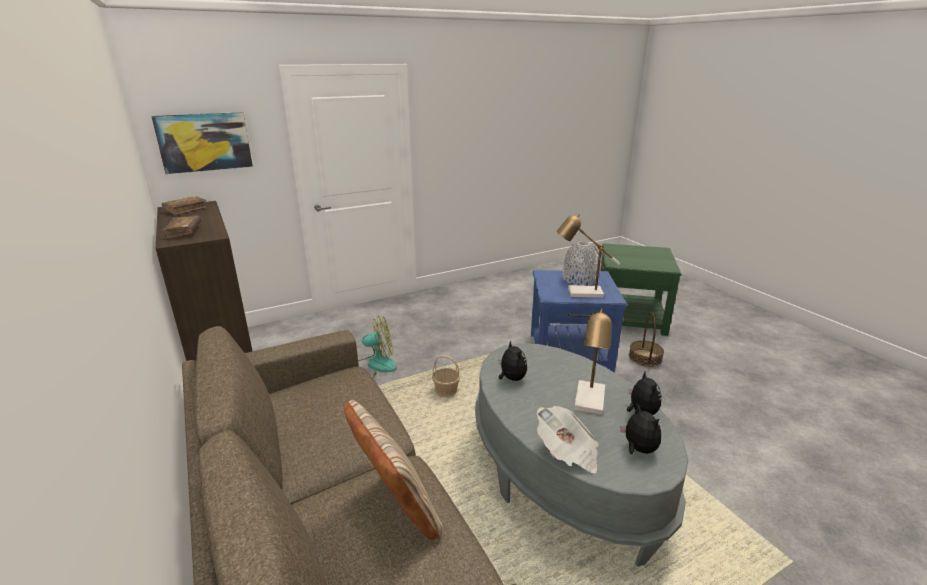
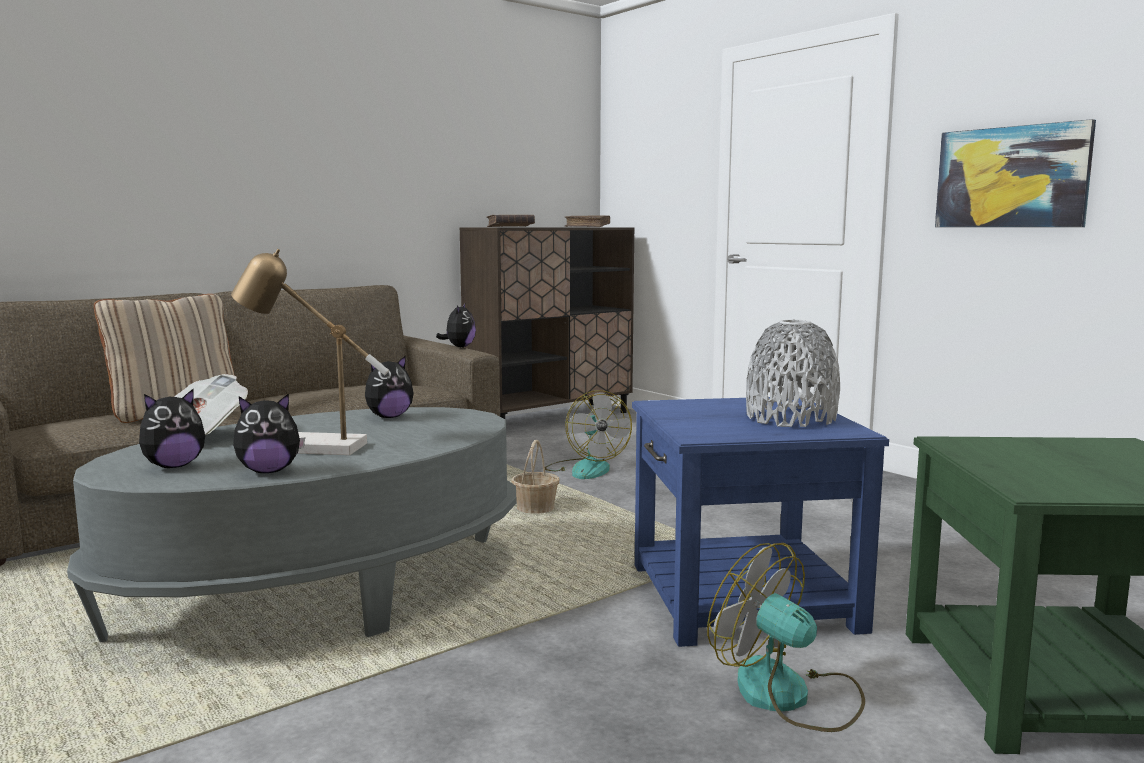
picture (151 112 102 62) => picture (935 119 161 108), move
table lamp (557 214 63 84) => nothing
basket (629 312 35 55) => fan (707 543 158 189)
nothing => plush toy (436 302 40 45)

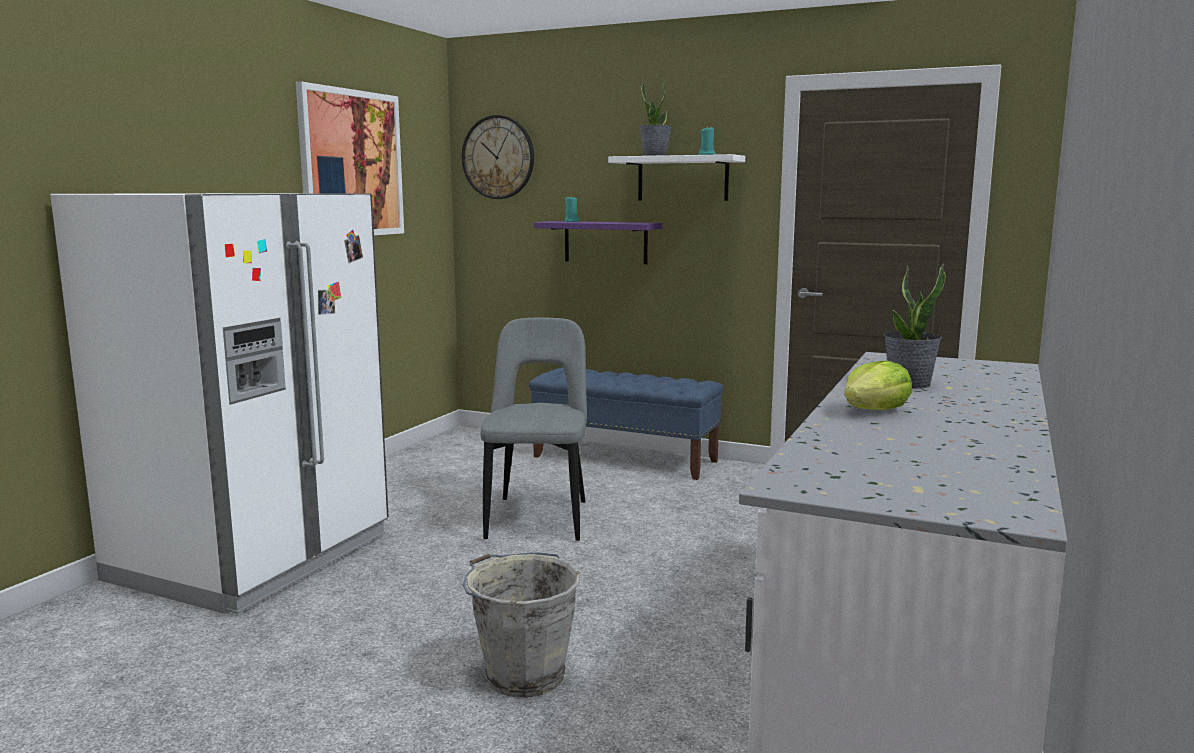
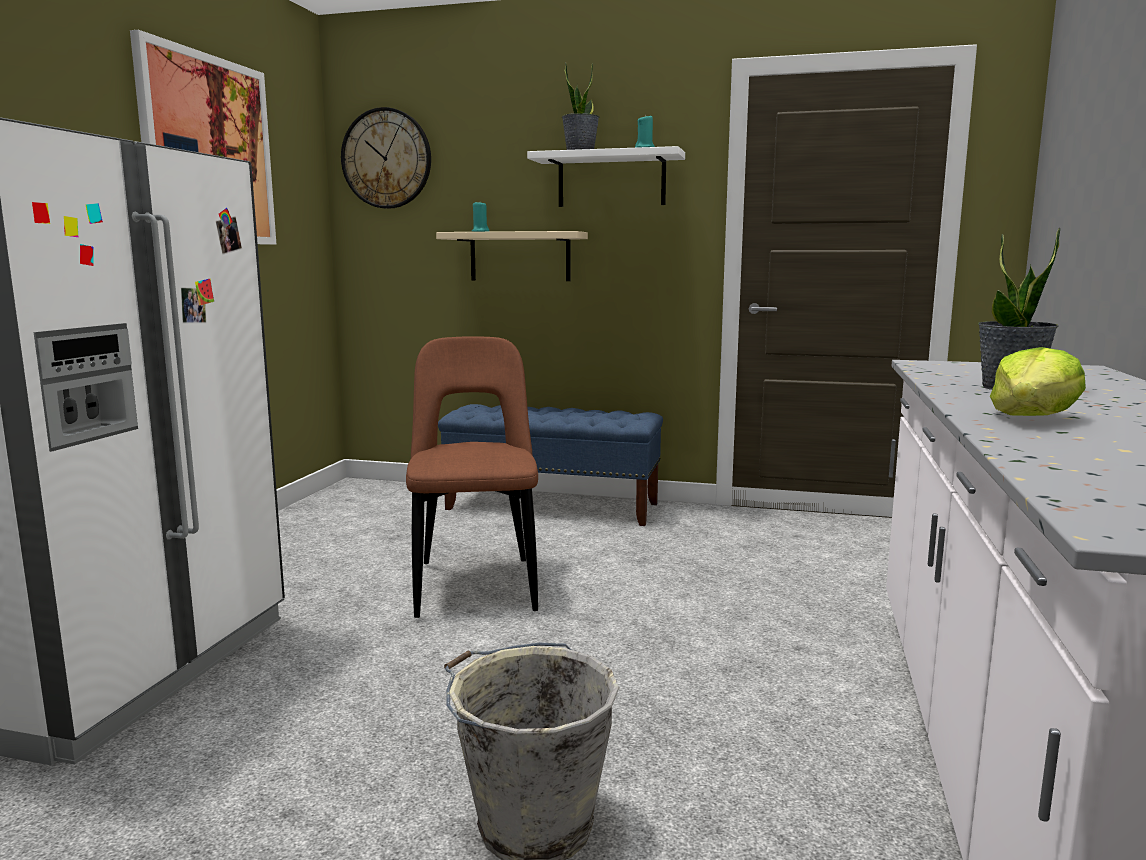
purple shelf (534 221 128 43) => beige shelf (436 231 152 50)
grey chair (480 317 107 224) => brown chair (406 336 132 282)

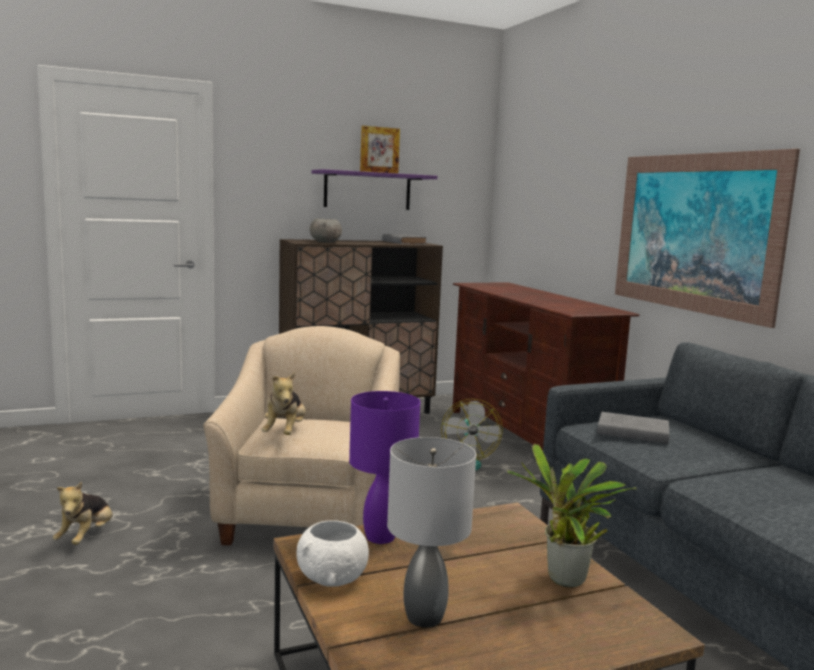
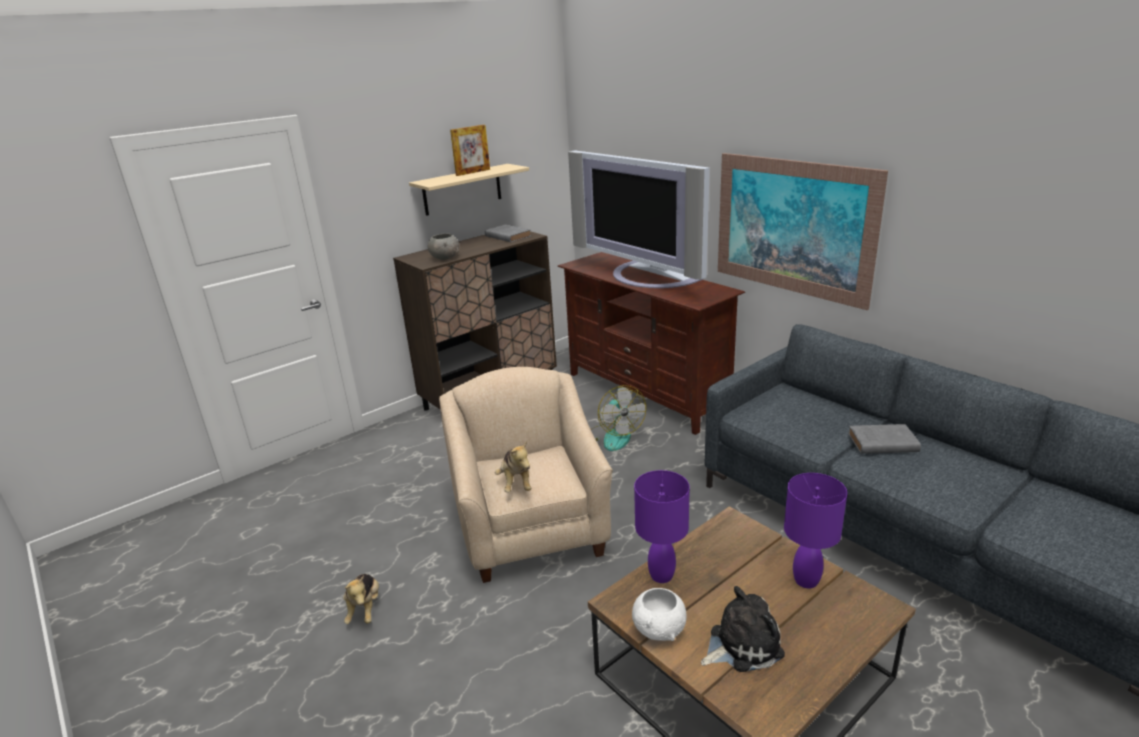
purple shelf (311 169 127 41) => beige shelf (409 164 120 52)
grey book (597 412 72 32) => grey book (848 424 73 30), move
grey table lamp (387 437 89 191) => plush toy (701 586 84 86)
potted plant (507 444 130 144) => purple table lamp (784 473 63 115)
nothing => television (568 150 142 138)

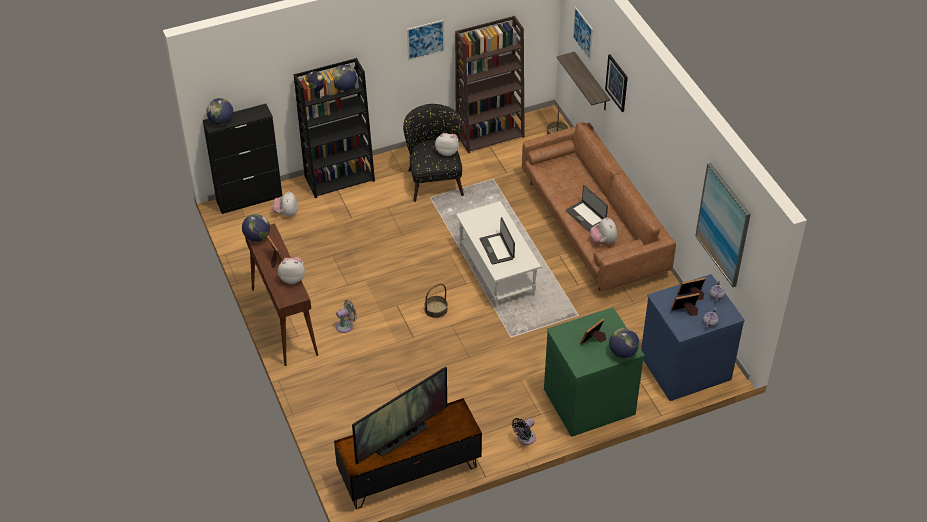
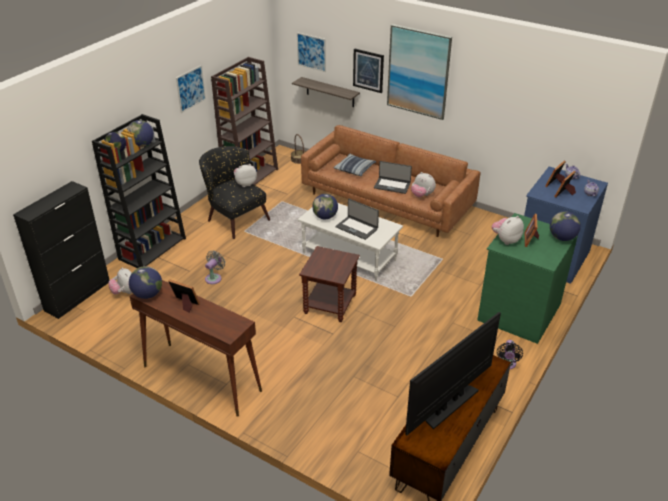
globe (206 98 27 27) => globe (312 194 26 25), move
picture (695 163 56 124) => picture (387 24 65 96), move
plush toy (278 257 27 27) => plush toy (492 216 32 29), move
basket (424 284 24 34) => brown side table (299 246 61 76)
grey fan (336 300 21 33) => grey fan (205 250 20 34), move
television (352 366 95 98) => television (405 312 96 123), 150 degrees counterclockwise
nothing => pillow (333 153 43 23)

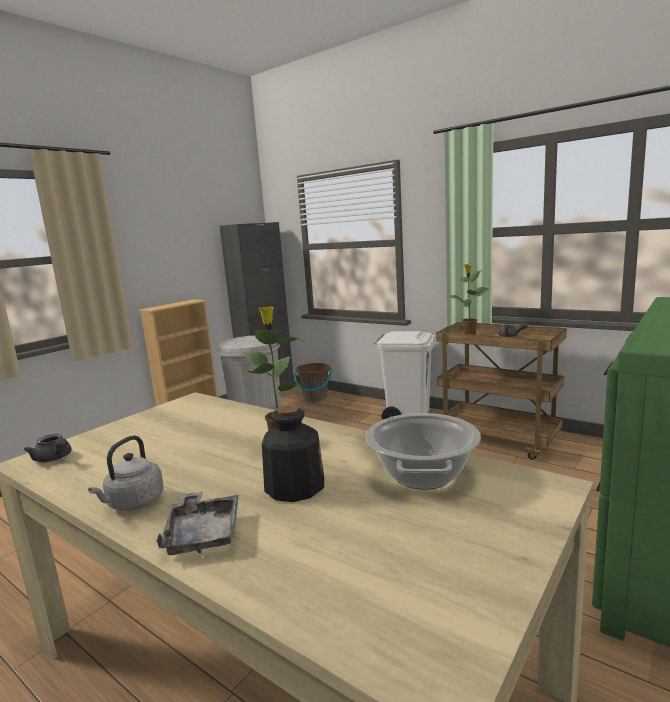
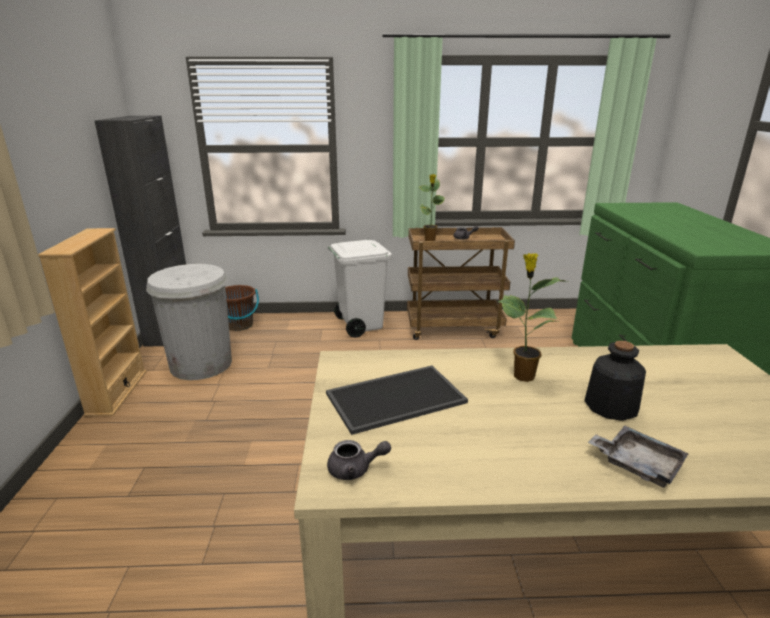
cooking pot (366 413 115 77) => nothing
grey kettle (88 435 76 76) => nothing
nothing => tray (326 366 142 69)

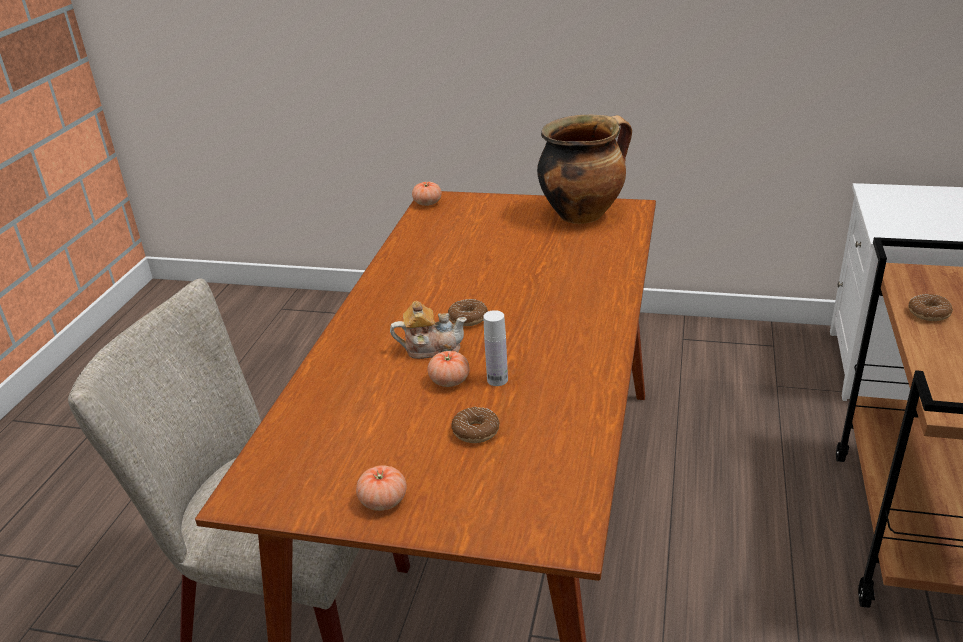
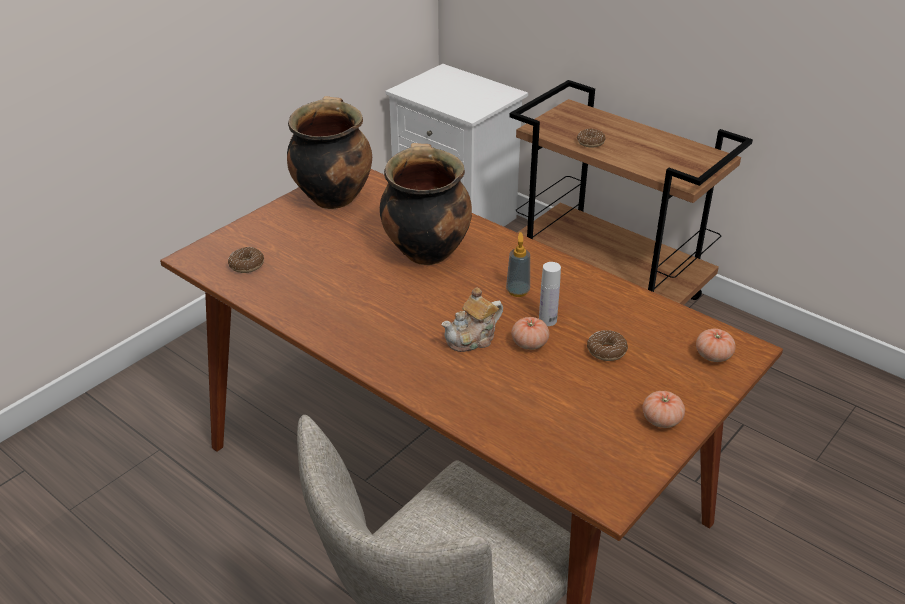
tomato (412 182 30 24) => tomato (696 328 40 34), move
donut (448 299 40 27) => donut (228 247 36 26), move
teapot (390 301 77 58) => teapot (442 287 61 65), 150 degrees counterclockwise
nothing => cooking pot (380 143 92 122)
nothing => soap dispenser (506 232 24 65)

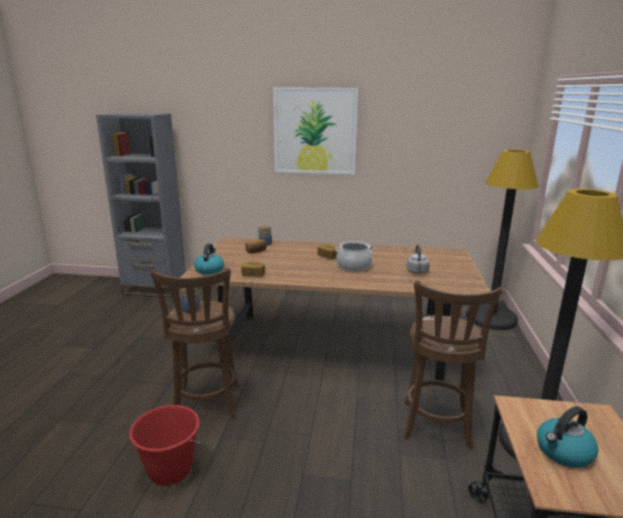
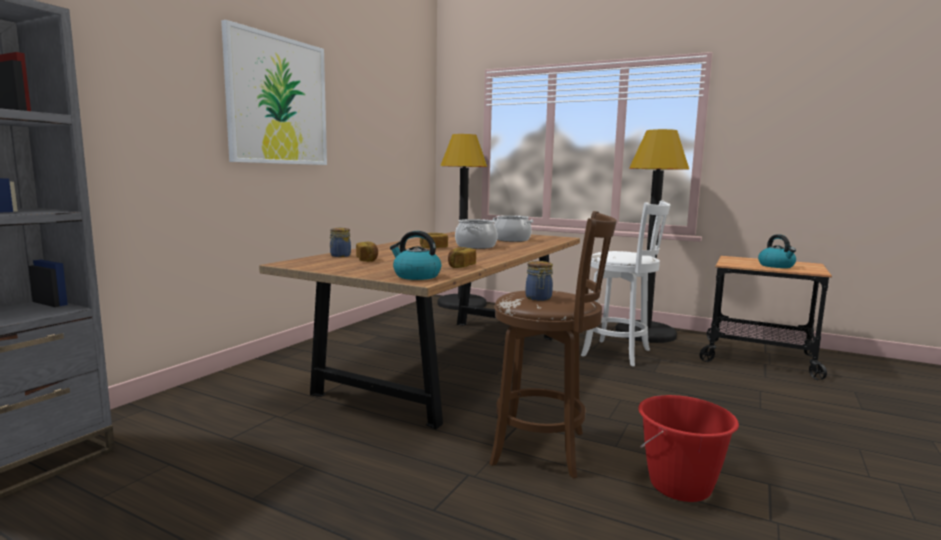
grey kettle (407 244 23 30) => cooking pot (492 215 41 27)
brown stool (403 280 99 169) => white stool (581 200 89 167)

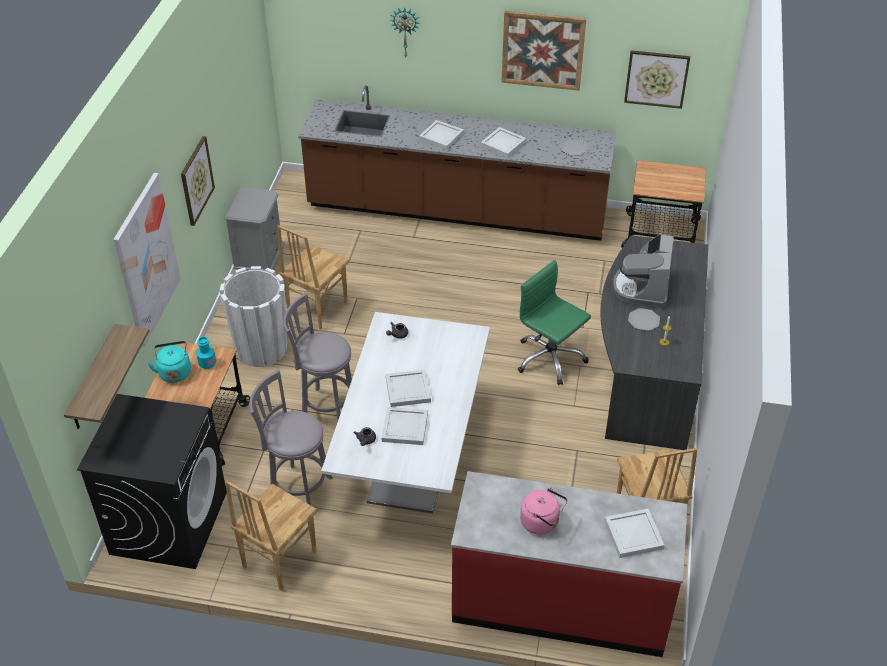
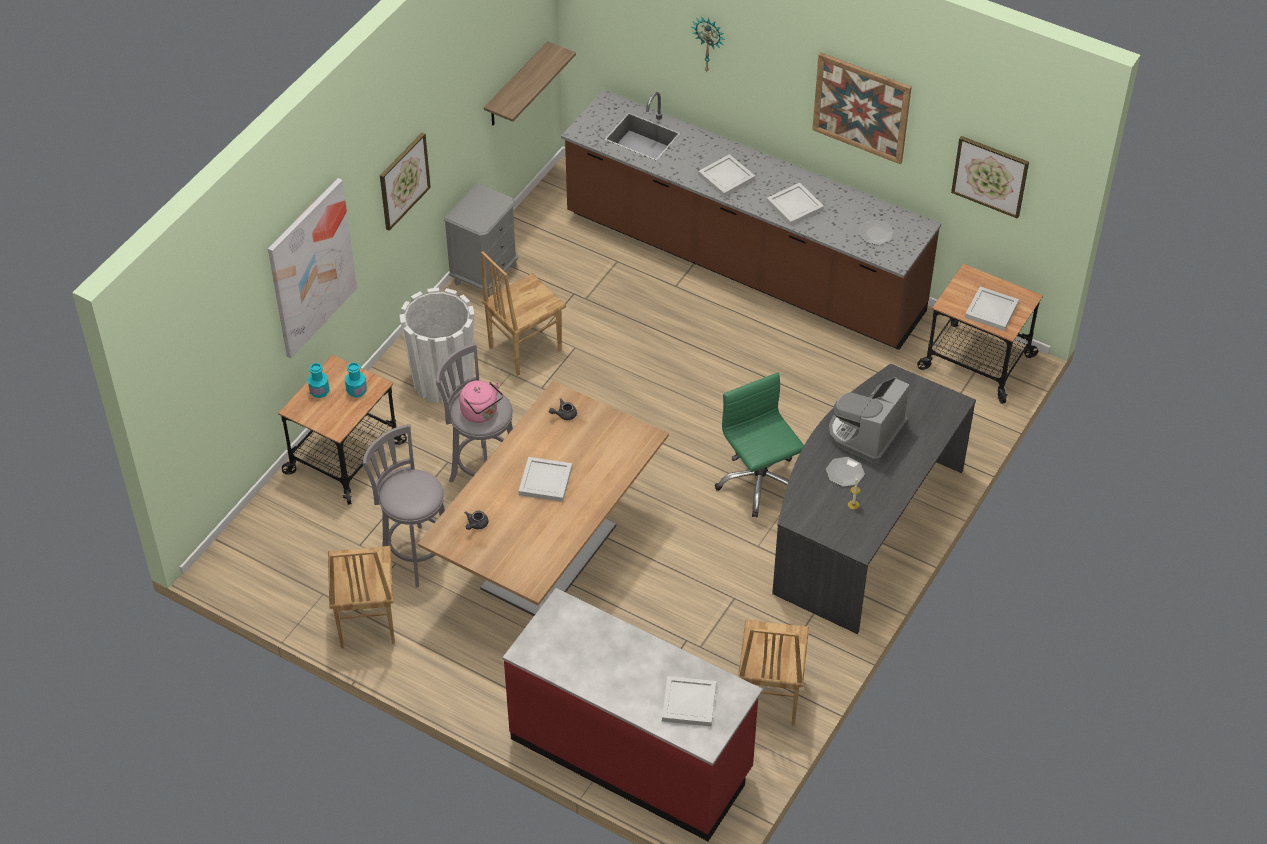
white dining table (321 312 169 201) => brown dining table (418 381 251 235)
shelf (64 324 85 105) => shelf (484 41 92 84), move
turquoise kettle (148 341 43 42) => turquoise bottle (308 363 22 35)
black washing machine (77 394 150 175) => nothing
white tray (382 407 46 38) => white tray (965 287 54 44), move
brown chair (225 480 92 111) => brown chair (328 546 67 102), 60 degrees counterclockwise
pink kettle (520 487 47 48) => pink kettle (459 380 44 43), move

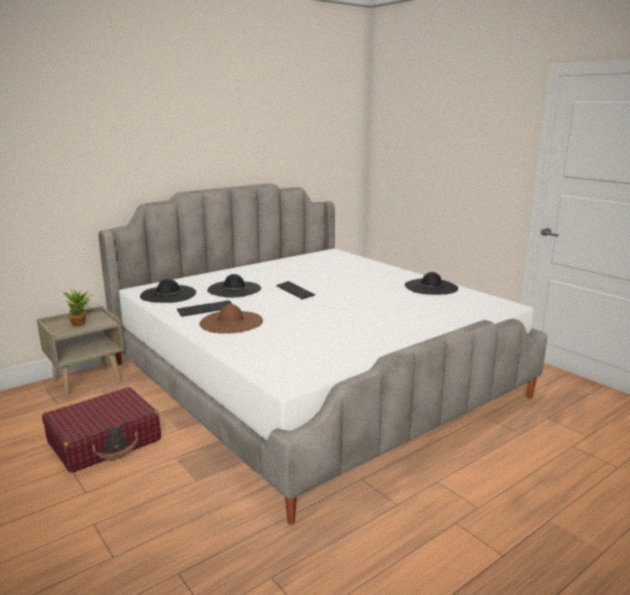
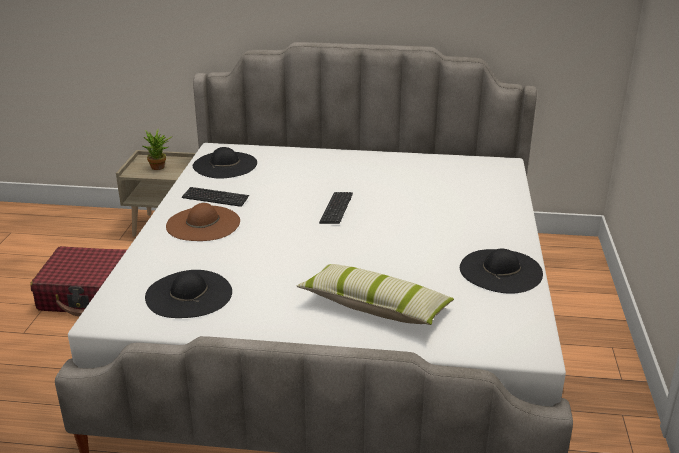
black hat (207 274 54 24) => black hat (145 270 87 48), move
nothing => pillow (296 264 158 61)

